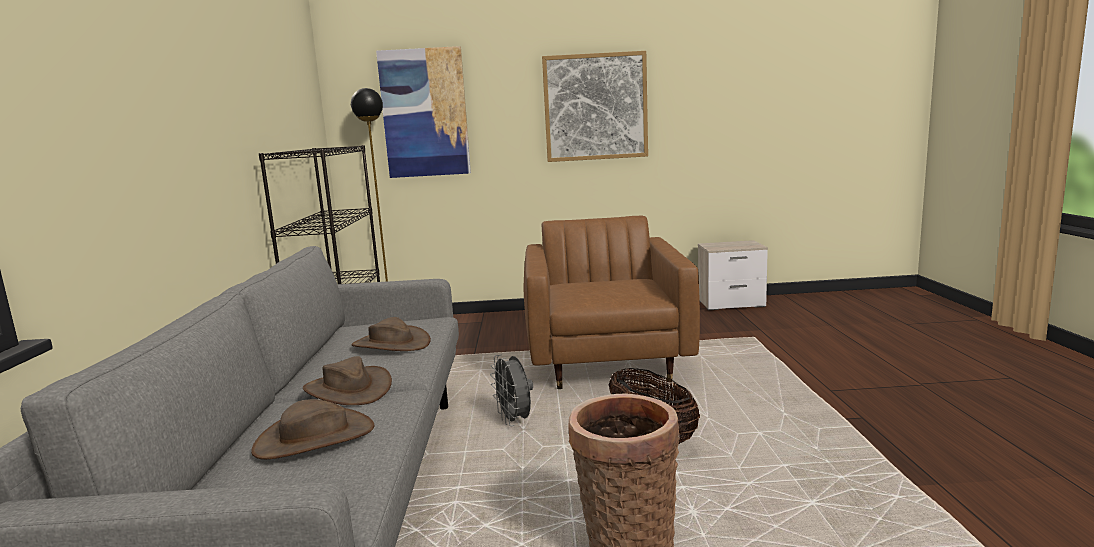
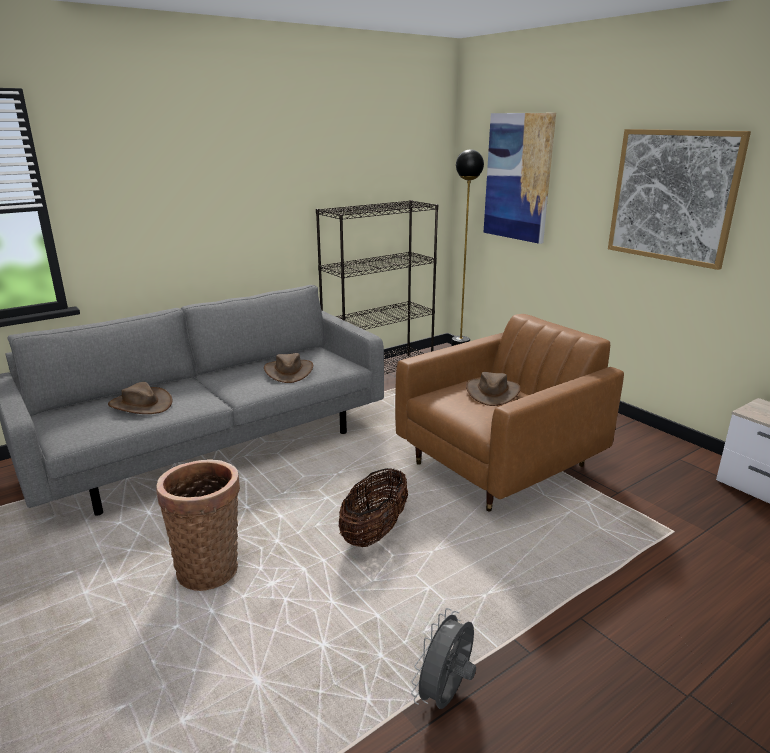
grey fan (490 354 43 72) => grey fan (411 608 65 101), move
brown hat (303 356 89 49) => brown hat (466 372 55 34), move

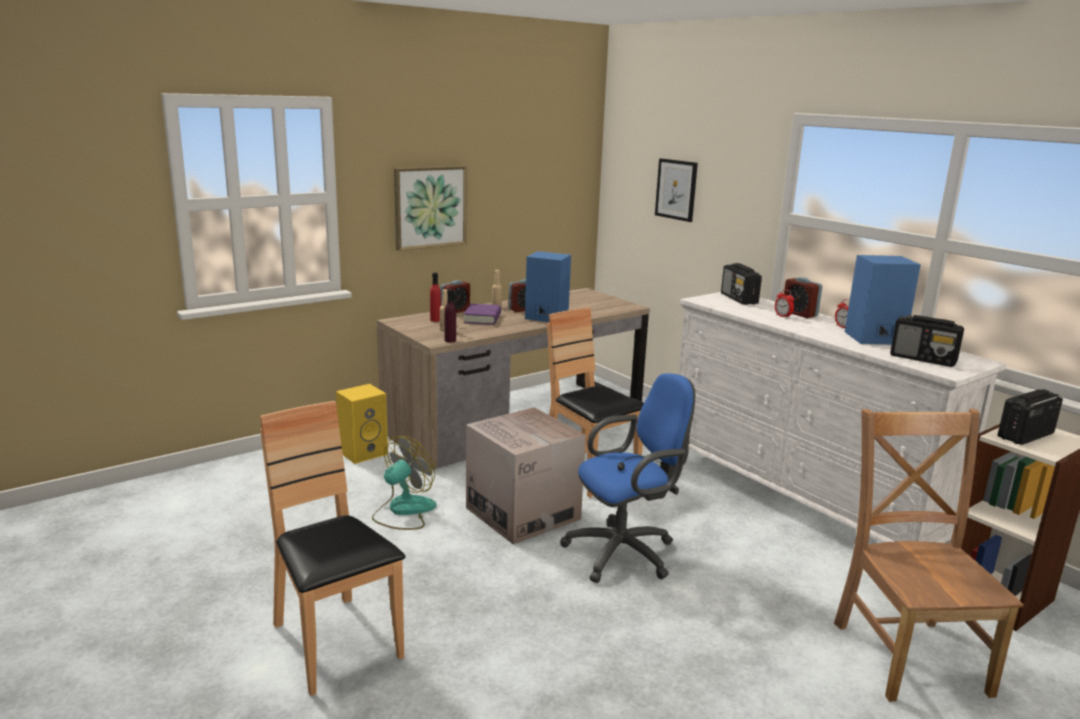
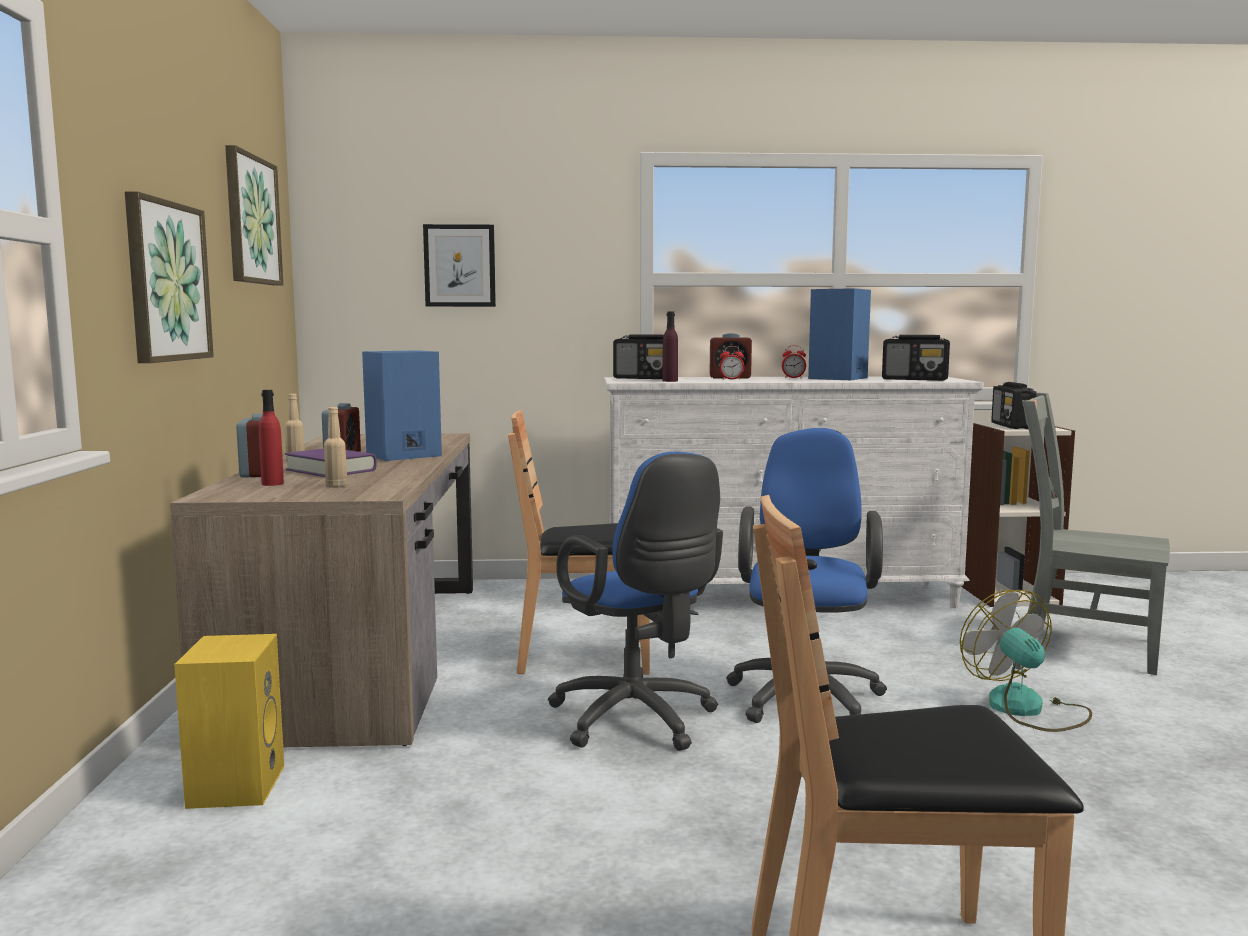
purple bottle (444 289 12 53) => purple bottle (663 311 15 71), move
radio (890 315 74 52) => radio (882 335 68 46), 45 degrees clockwise
cardboard box (466 407 120 138) => blue office chair (548 452 175 299)
brown chair (834 409 190 293) => grey chair (1022 393 148 282)
fan (372 436 65 94) => fan (960 590 132 142), move
nothing => picture (225 145 58 141)

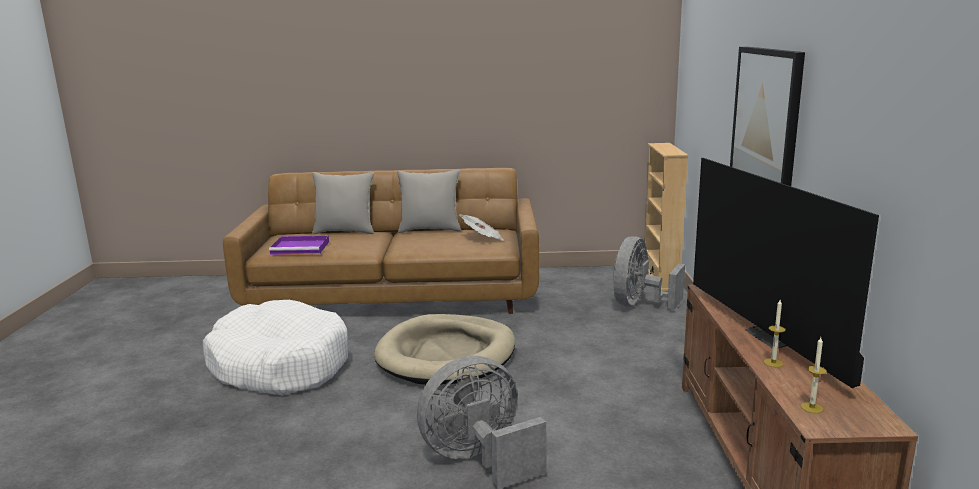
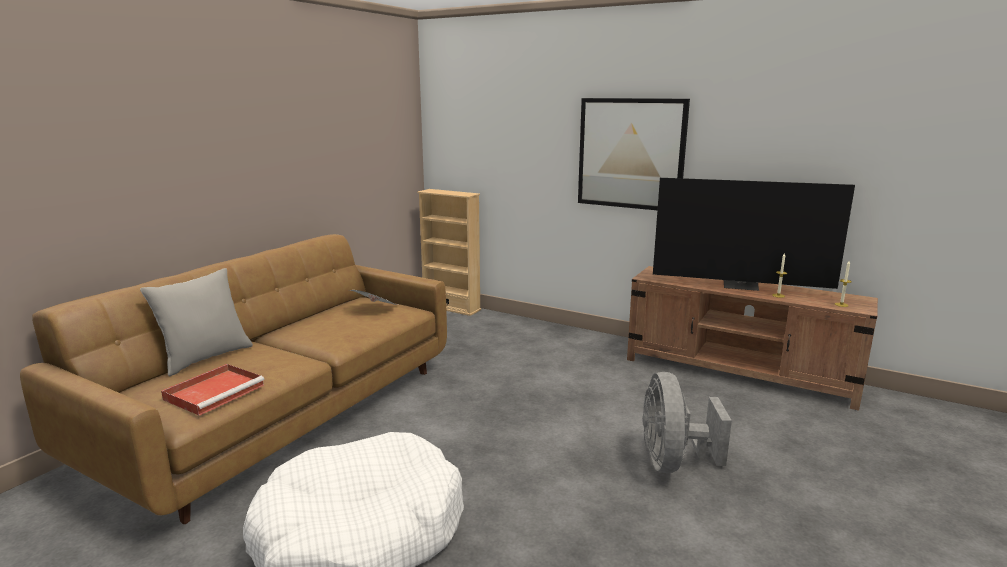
grey pillow (397 170 64 63) => nothing
purple tray (269 236 60 19) => red tray (161 364 103 52)
grey fan (613 236 72 74) => nothing
beige dog bed (374 314 141 71) => nothing

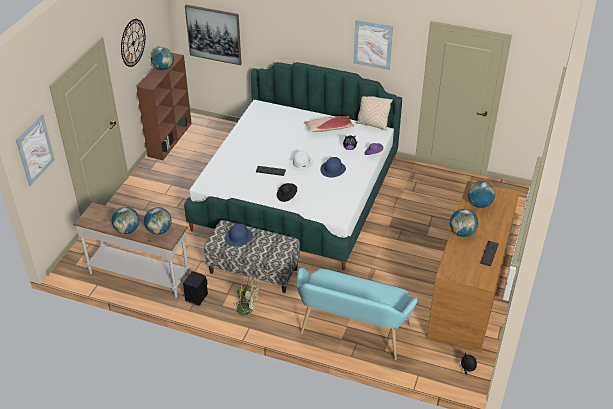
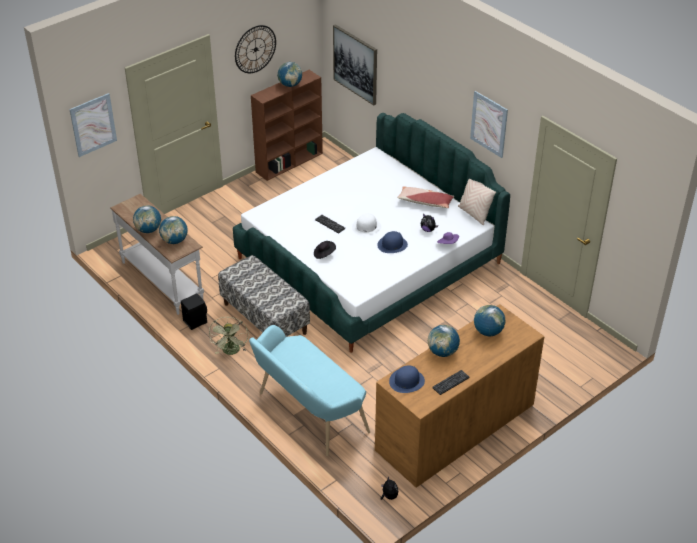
blue hat (225 224 28 23) => blue hat (389 365 36 28), move
green fan (235 274 26 47) => green fan (209 317 40 38), 45 degrees clockwise

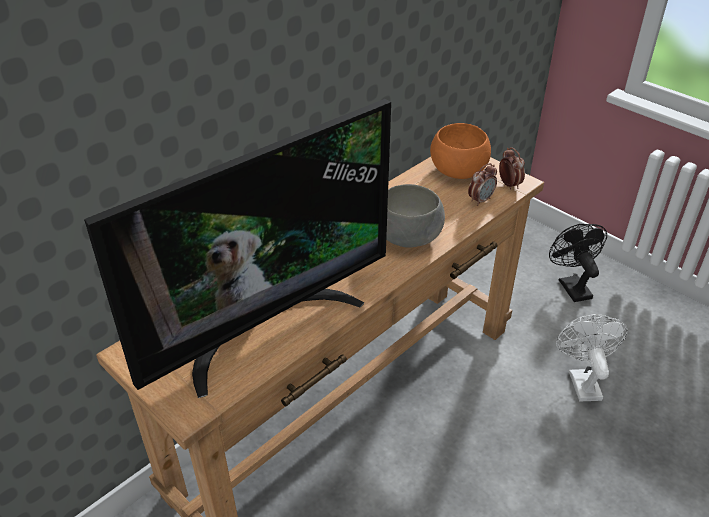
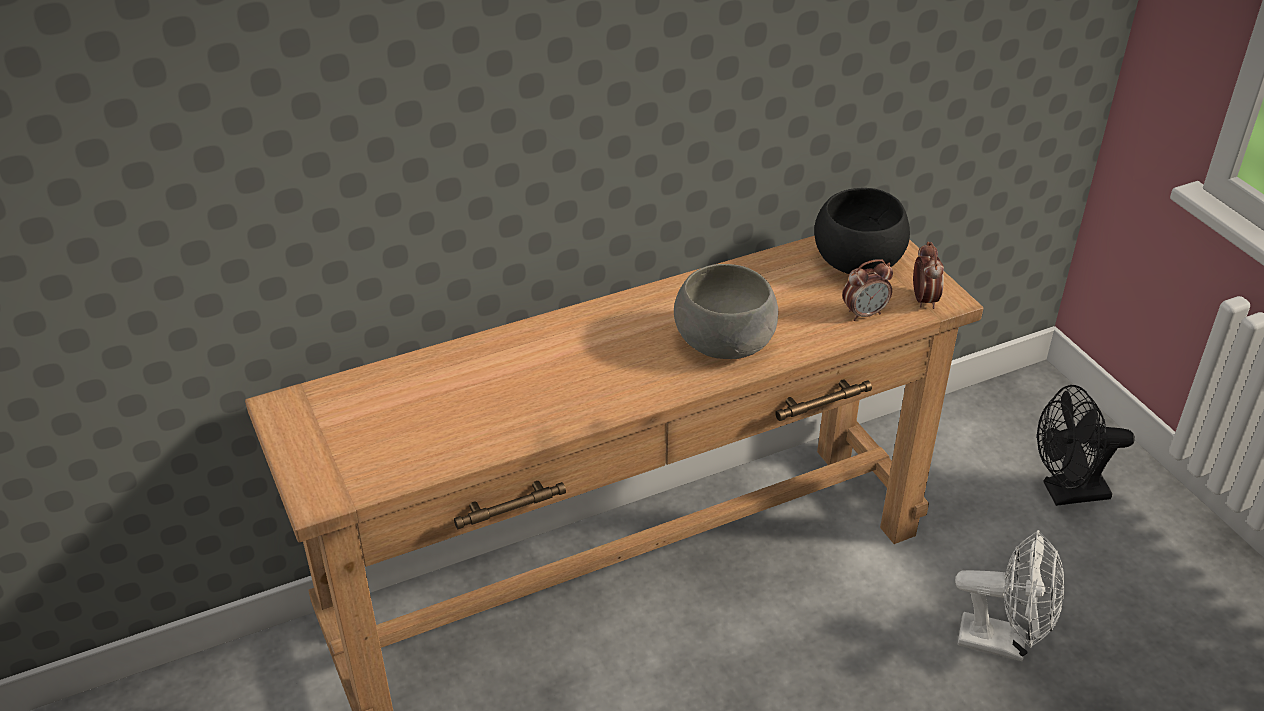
television (84 99 307 299) => nothing
orange bowl (430 123 61 56) => black bowl (814 188 96 86)
black fan (549 224 58 78) => black fan (1037 385 98 121), 105 degrees counterclockwise
white fan (556 314 72 87) => white fan (955 530 109 132), 90 degrees clockwise

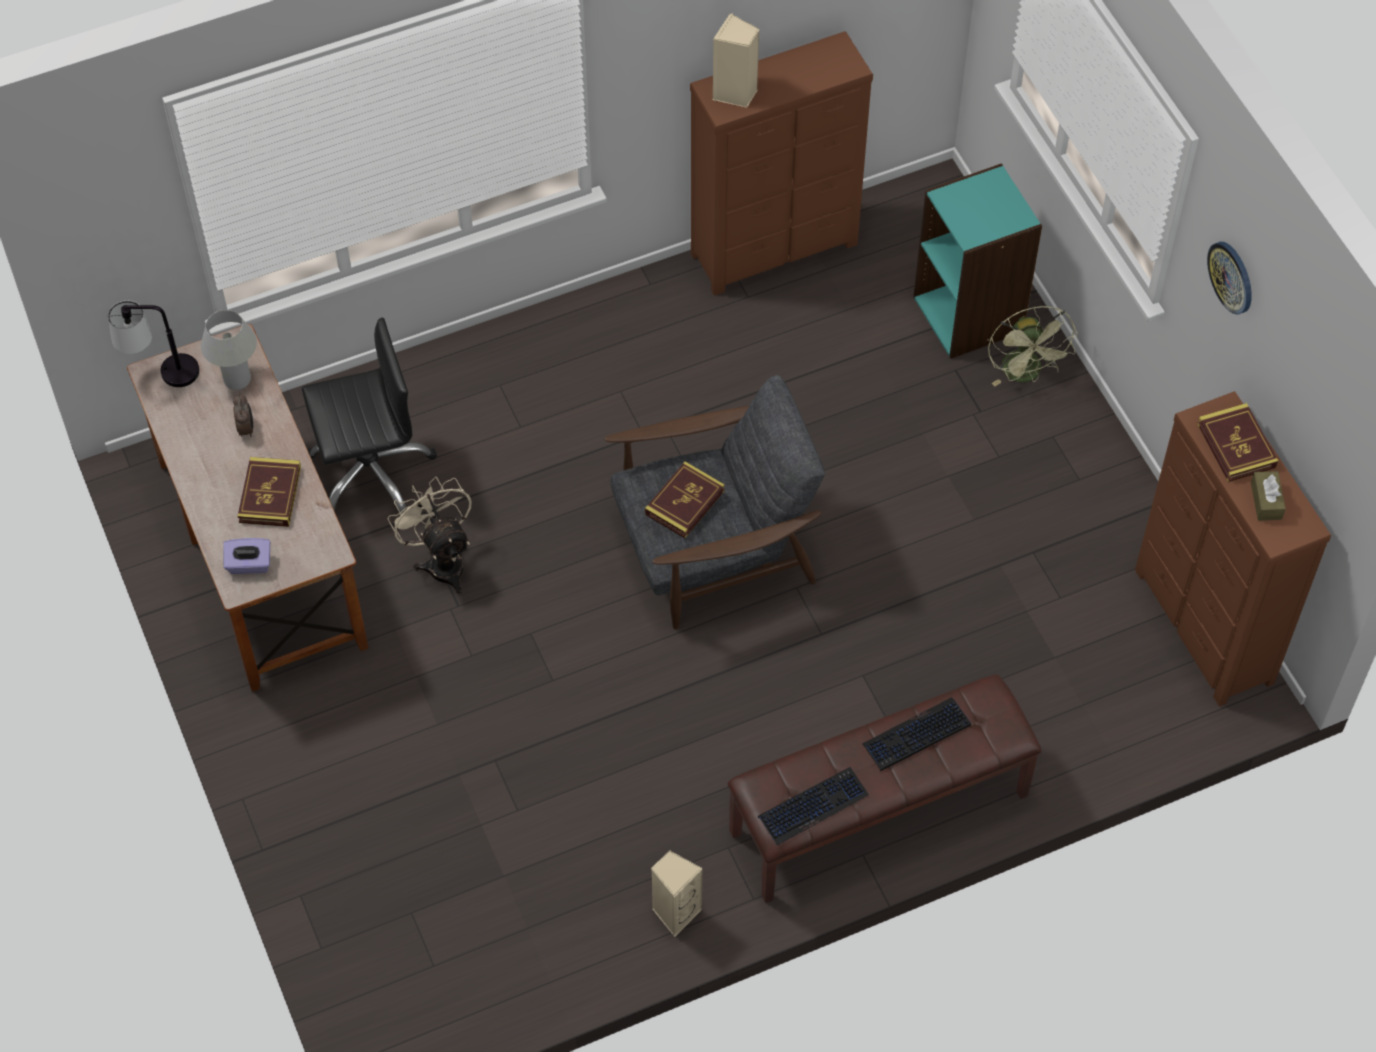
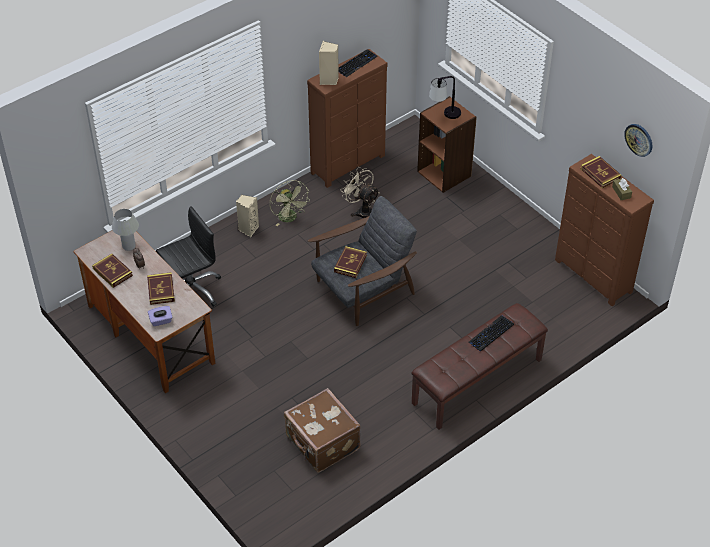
turquoise bookcase (913 163 129 196) => brown bookcase (417 96 60 97)
wall clock (1207 242 45 73) => wall clock (624 124 28 33), move
table lamp (108 300 91 87) => table lamp (429 76 32 43), move
green fan (988 306 90 80) => green fan (270 180 39 46), move
beige fan (388 477 84 118) => beige fan (340 168 39 50), move
keyboard (758 767 111 79) => keyboard (338 49 40 28), move
beige speaker (651 850 52 87) => beige speaker (236 195 23 42), move
nothing => book (92 254 41 34)
nothing => brown suitcase (284 388 76 85)

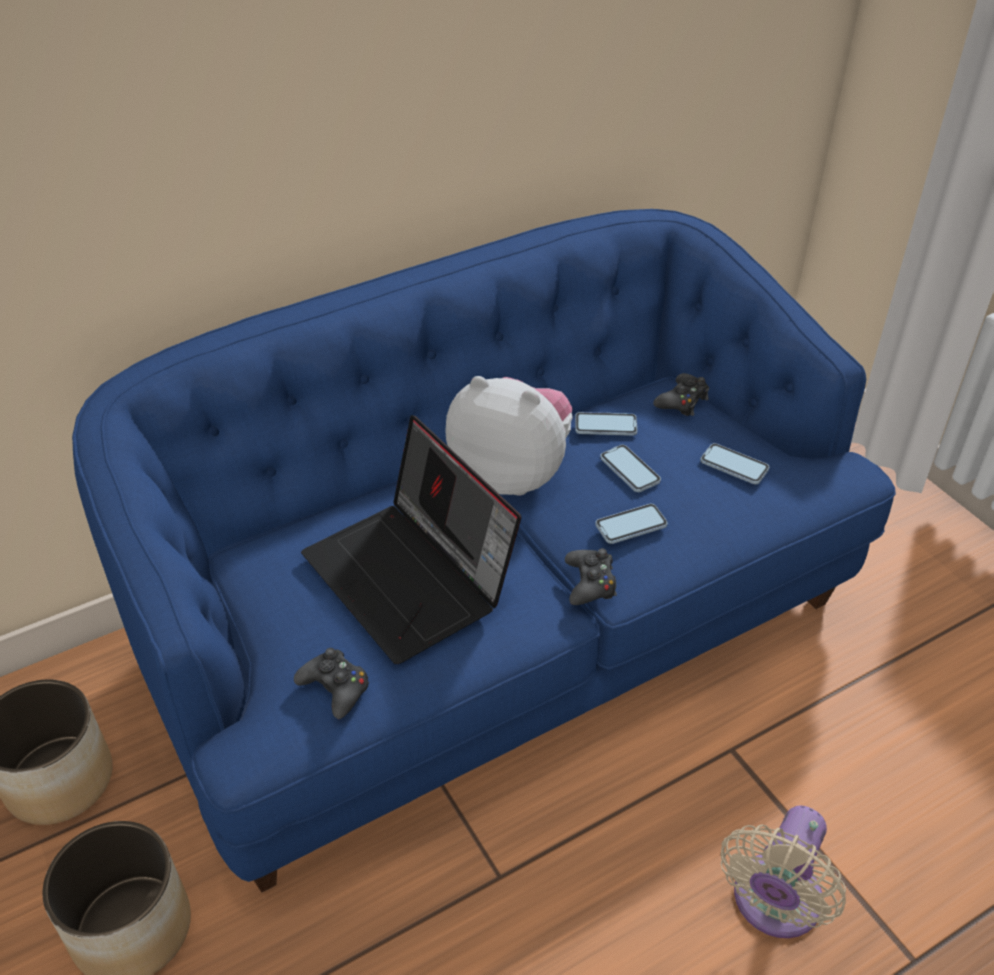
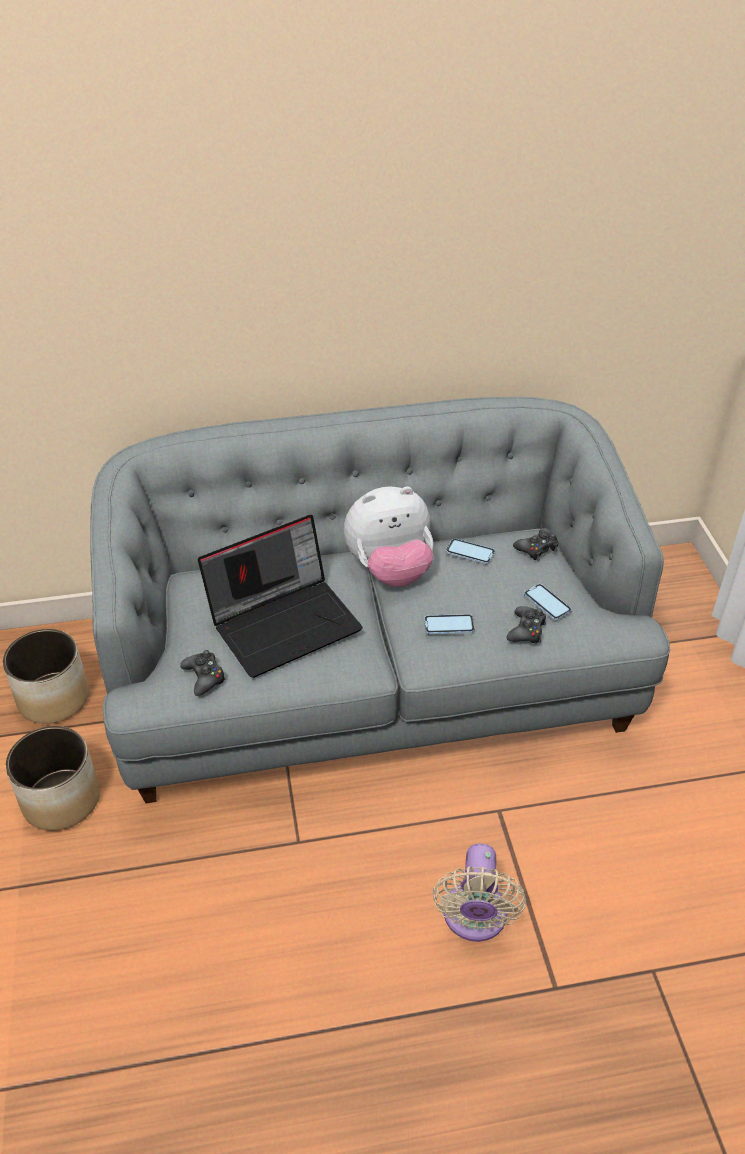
blue sofa (72 209 824 684) => grey sofa (90 397 580 406)
plush toy (445 376 128 120) => plush toy (344 486 90 101), 120 degrees clockwise
laptop (301 415 220 249) => laptop (198 515 165 163), 105 degrees counterclockwise
phone (600 445 61 47) => nothing
black game controller (565 548 52 57) => black game controller (507 606 39 37), move
beige fan (721 805 125 133) => beige fan (433 843 93 99), 45 degrees counterclockwise

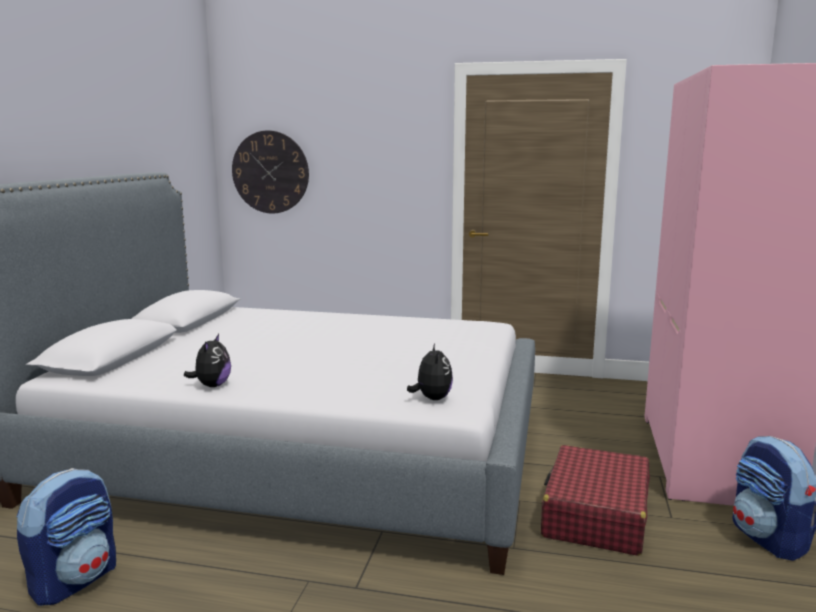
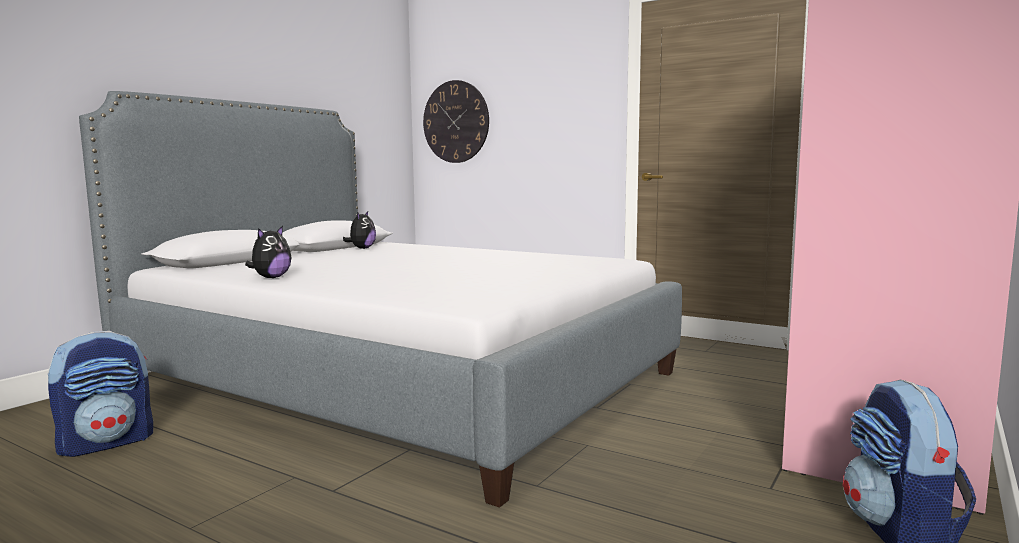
plush toy (407 343 46 57) => plush toy (343 211 33 38), move
red suitcase (541 445 109 111) => nothing

